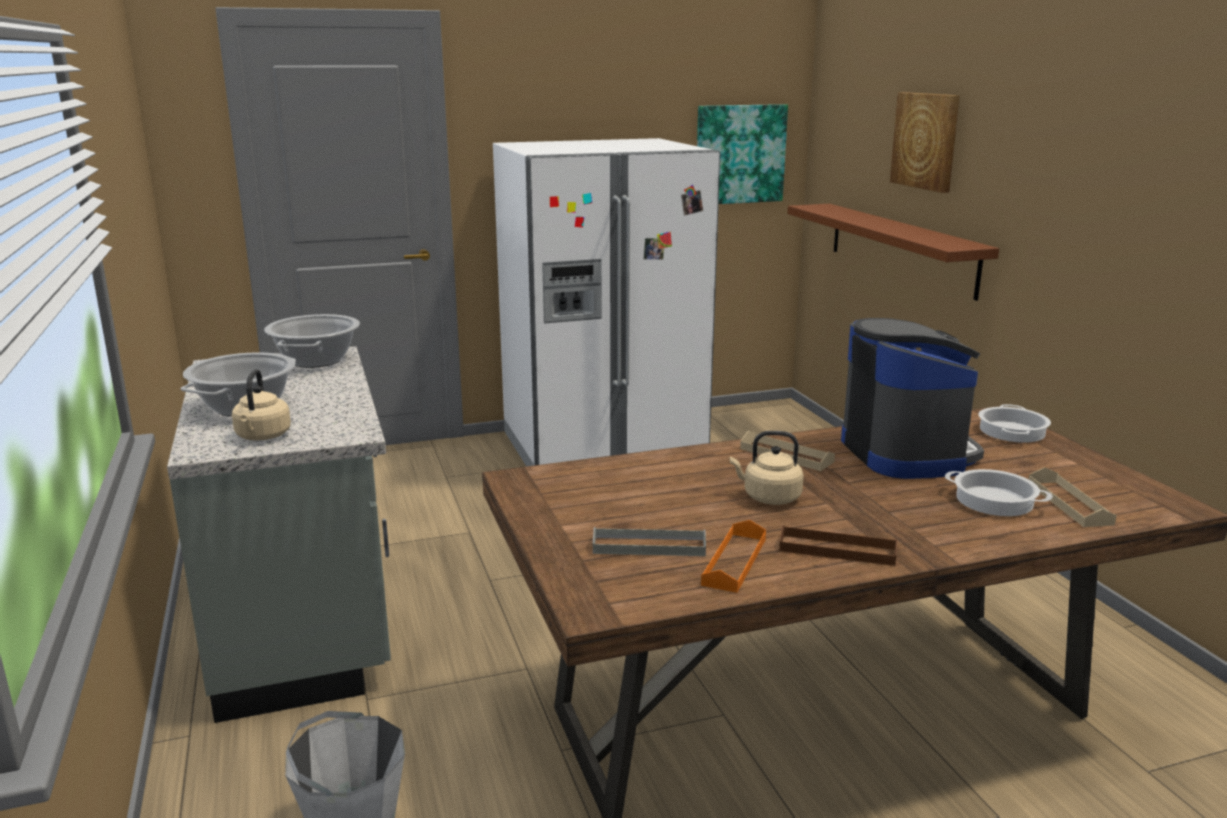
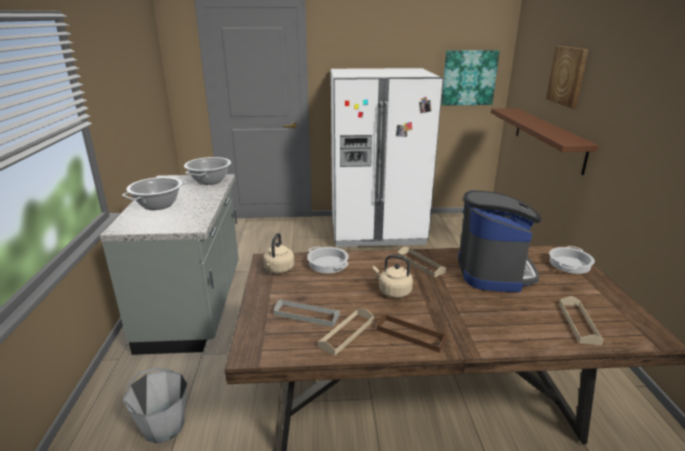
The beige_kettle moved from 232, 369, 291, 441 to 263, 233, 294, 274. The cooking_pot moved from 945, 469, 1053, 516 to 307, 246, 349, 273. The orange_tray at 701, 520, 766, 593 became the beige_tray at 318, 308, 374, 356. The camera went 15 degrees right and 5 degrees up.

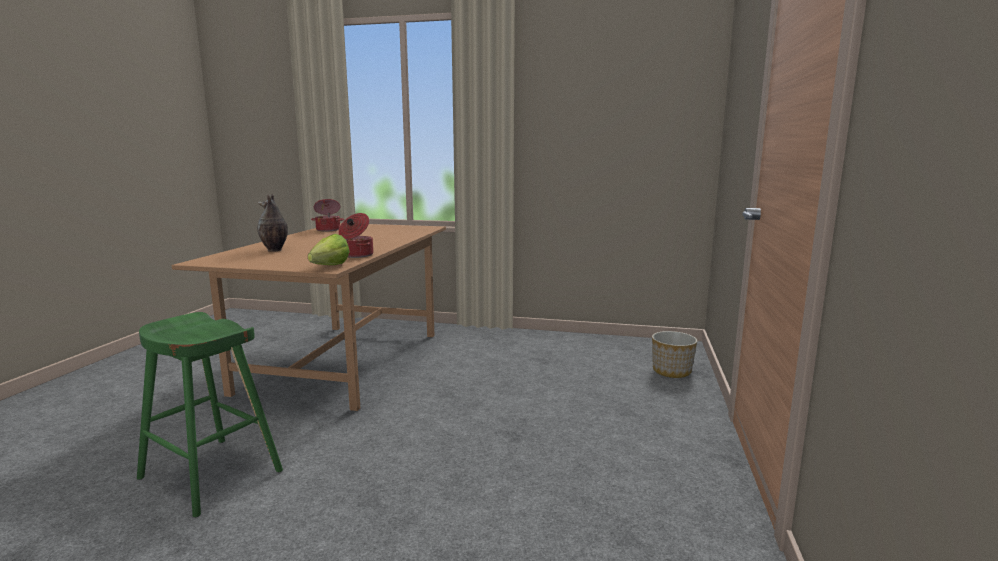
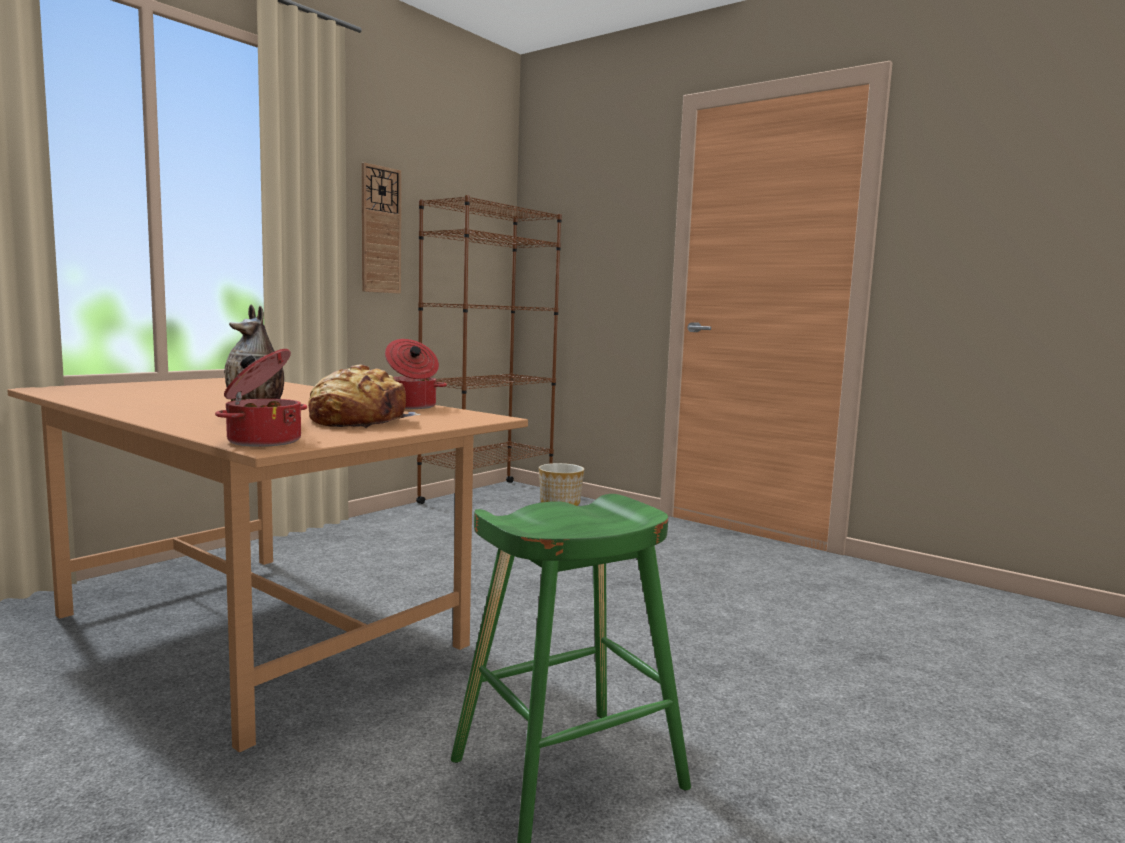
The lettuce at 308, 234, 350, 265 disappeared. The bread at 308, 364, 420, 428 appeared. The wall_clock at 362, 162, 401, 294 appeared. The brown_bookcase at 416, 195, 562, 504 appeared. The cooking_pot moved from 311, 199, 344, 231 to 215, 349, 307, 447. The camera went 65 degrees left and 5 degrees down.

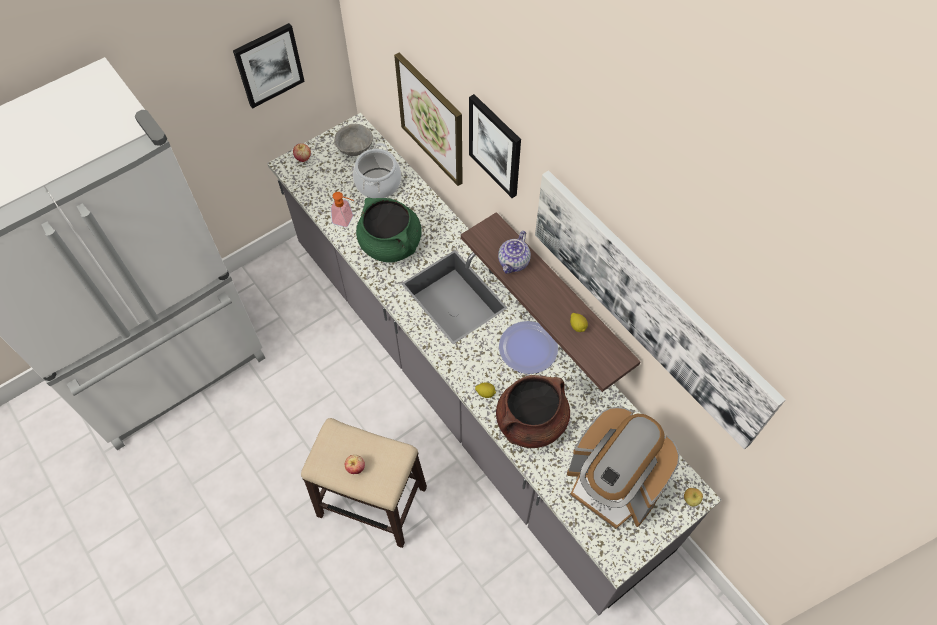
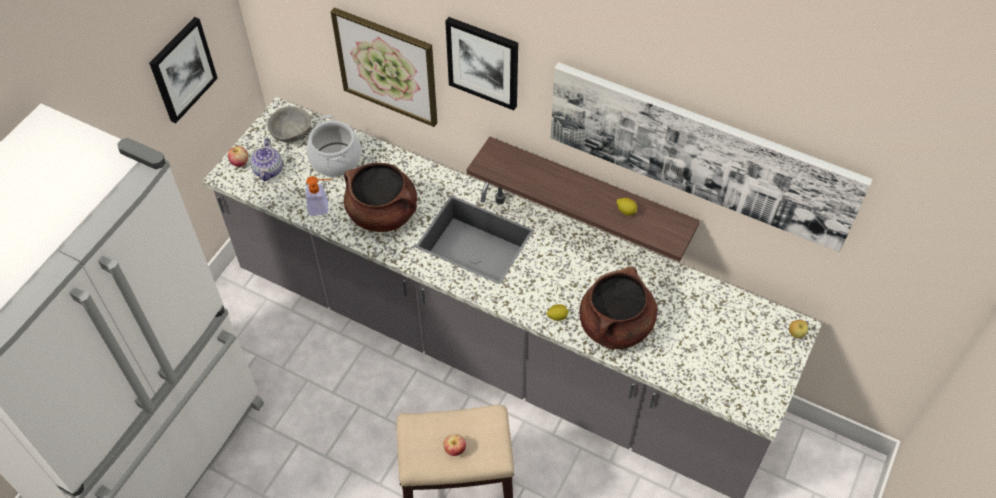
The plate at 499, 321, 558, 374 disappeared. The coffee_machine at 567, 407, 680, 529 disappeared. The teapot moved from 498, 231, 531, 273 to 250, 138, 283, 181. The green_cooking_pot at 356, 198, 422, 263 became the brown_cooking_pot at 344, 163, 417, 232. The camera went 25 degrees left and 5 degrees down.

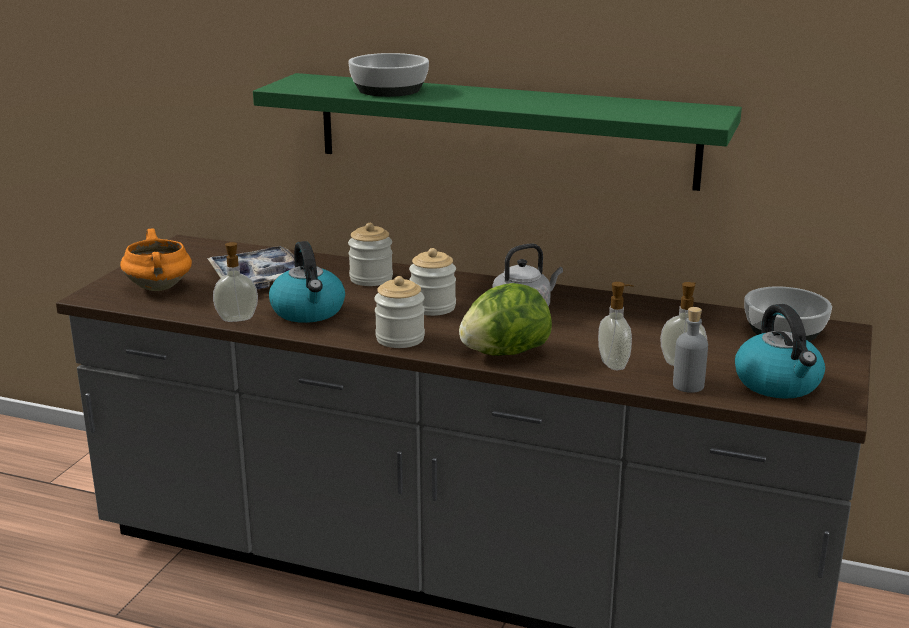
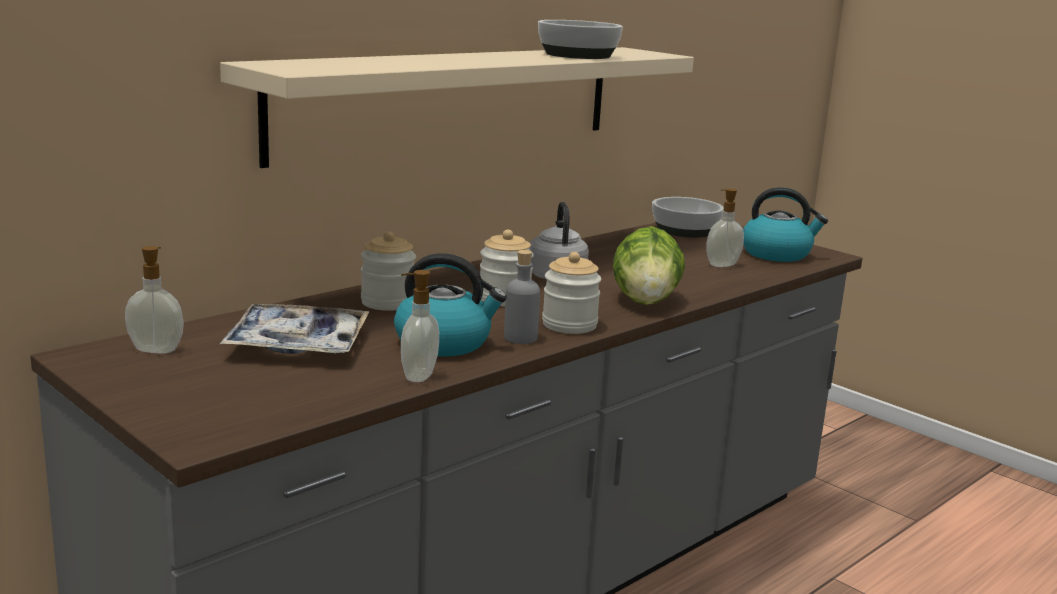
The orange_cooking_pot at 120, 228, 192, 291 disappeared. The bowl moved from 348, 53, 429, 97 to 538, 20, 623, 59. The soap_dispenser moved from 598, 282, 634, 370 to 125, 246, 184, 354. The grey_bottle moved from 673, 307, 708, 393 to 504, 250, 540, 344. The green_shelf at 253, 73, 742, 191 became the beige_shelf at 220, 47, 694, 168. The camera went 65 degrees left and 5 degrees down.

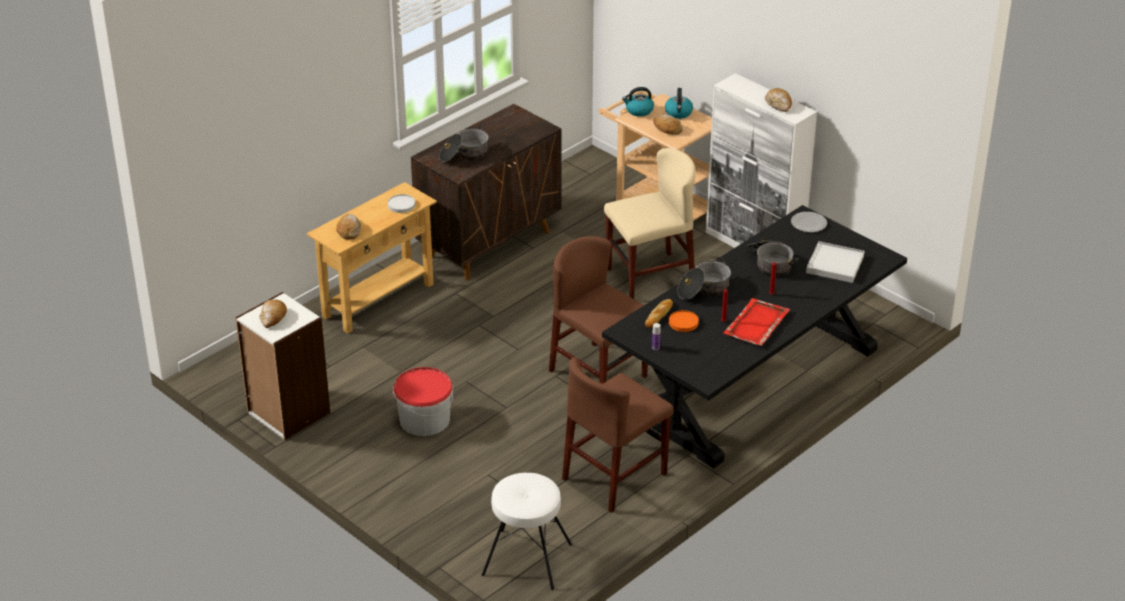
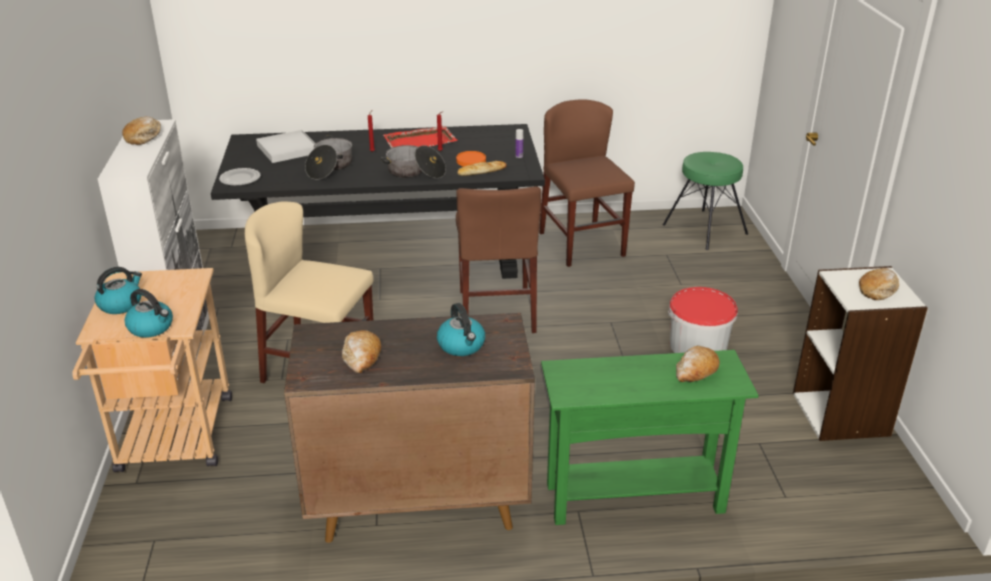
The white_plate at 388, 194, 415, 213 disappeared. The bread moved from 653, 114, 683, 135 to 342, 330, 381, 373. The cooking_pot at 439, 125, 489, 162 was replaced by the kettle at 437, 303, 485, 356. The beige_console_table at 307, 182, 437, 334 became the green_console_table at 541, 350, 759, 525. The white_stool at 482, 473, 572, 590 became the green_stool at 663, 152, 748, 250. The brown_chair at 562, 357, 674, 513 turned 105 degrees counterclockwise. The camera went 140 degrees left and 5 degrees down.

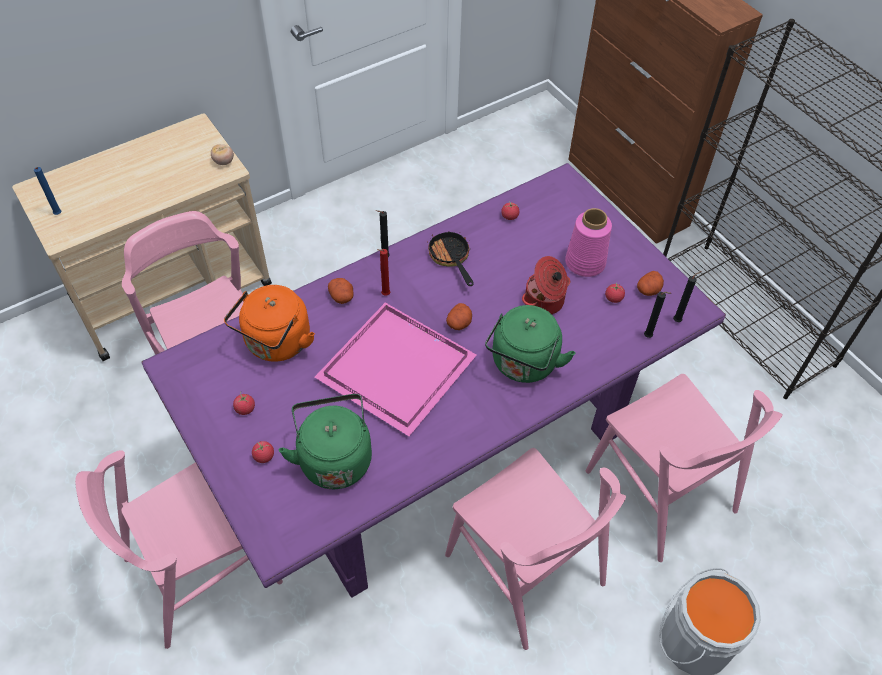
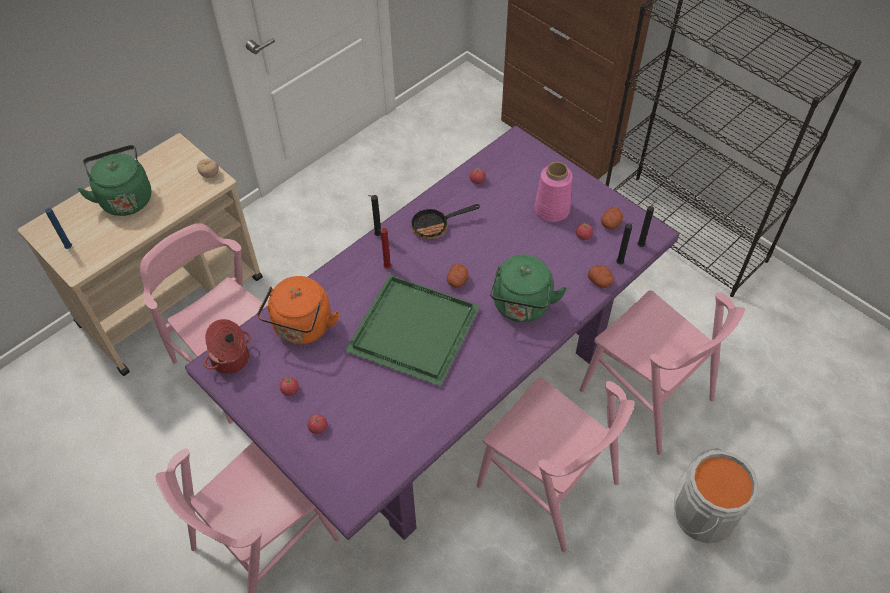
The green_kettle moved from 279, 394, 372, 489 to 77, 145, 151, 216. The potato moved from 328, 278, 354, 304 to 588, 265, 614, 288. The cooking_pot moved from 522, 256, 570, 314 to 204, 319, 251, 374. The pink_tray at 315, 303, 477, 436 became the green_tray at 345, 275, 480, 386. The frying_pan at 427, 231, 474, 286 turned 75 degrees counterclockwise. The camera went 10 degrees left and 0 degrees up.

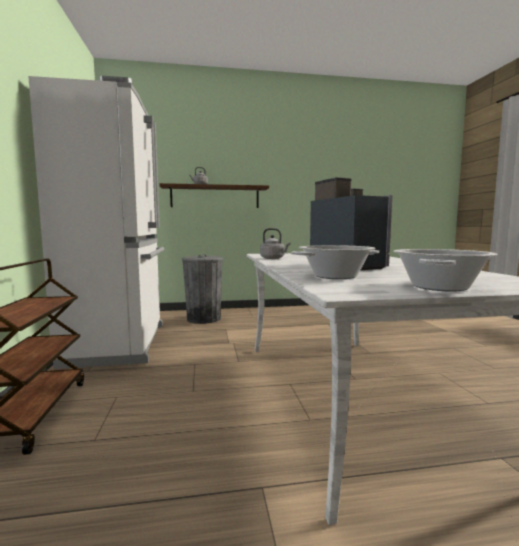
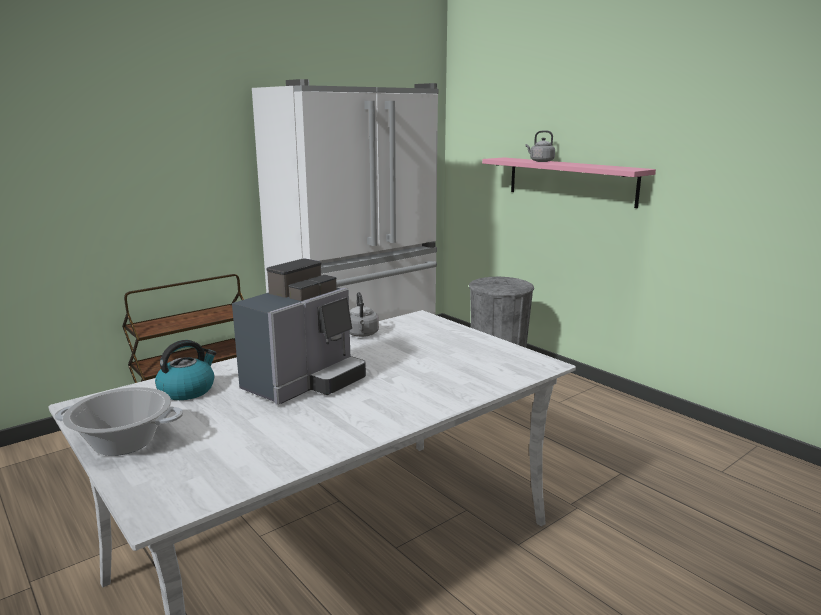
The cooking_pot at 291, 245, 379, 279 was replaced by the kettle at 155, 340, 216, 400. The brown_shelf at 160, 183, 269, 208 became the pink_shelf at 482, 157, 656, 208. The camera went 60 degrees right and 10 degrees up.

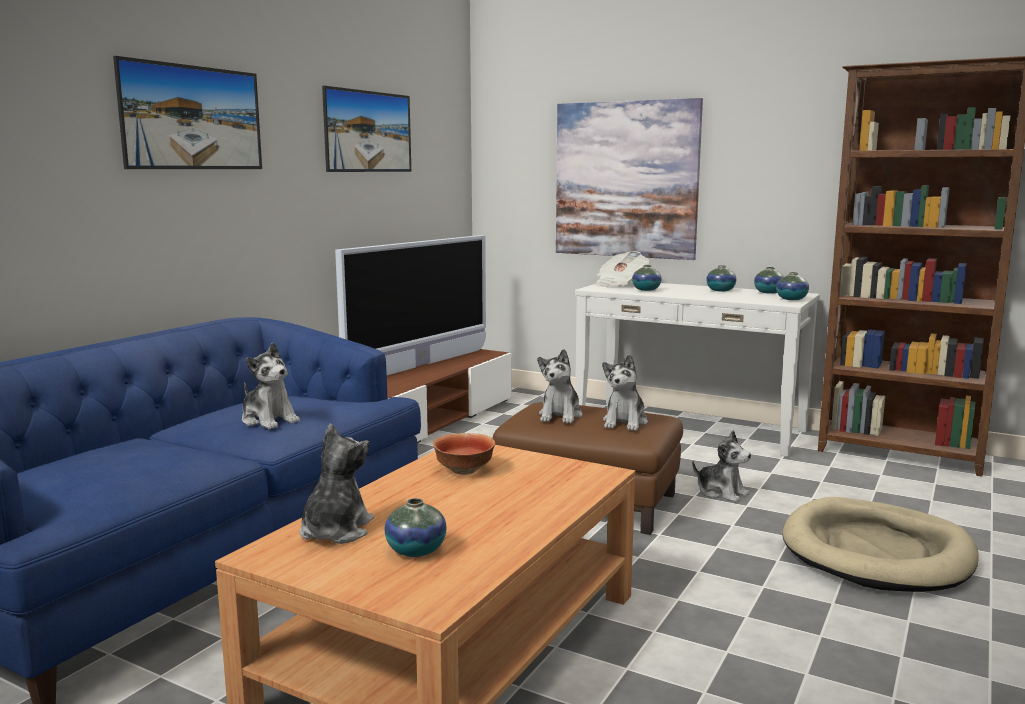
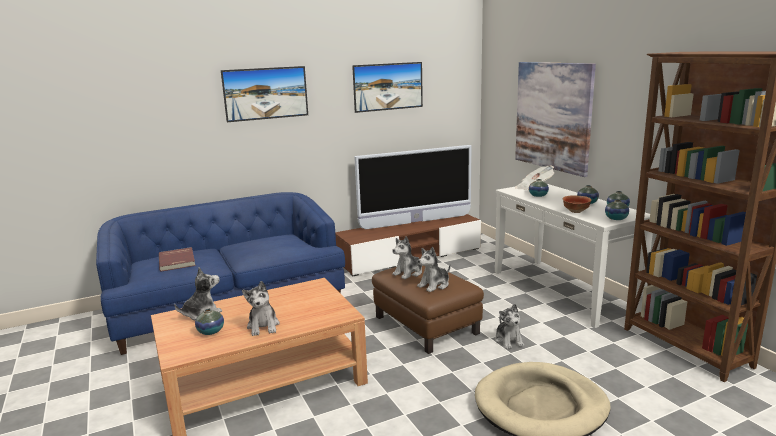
The red_book at 159, 247, 195, 271 appeared. The plush_toy moved from 242, 342, 300, 429 to 242, 281, 280, 336. The bowl moved from 433, 433, 495, 475 to 563, 195, 592, 213. The camera went 35 degrees right and 5 degrees up.

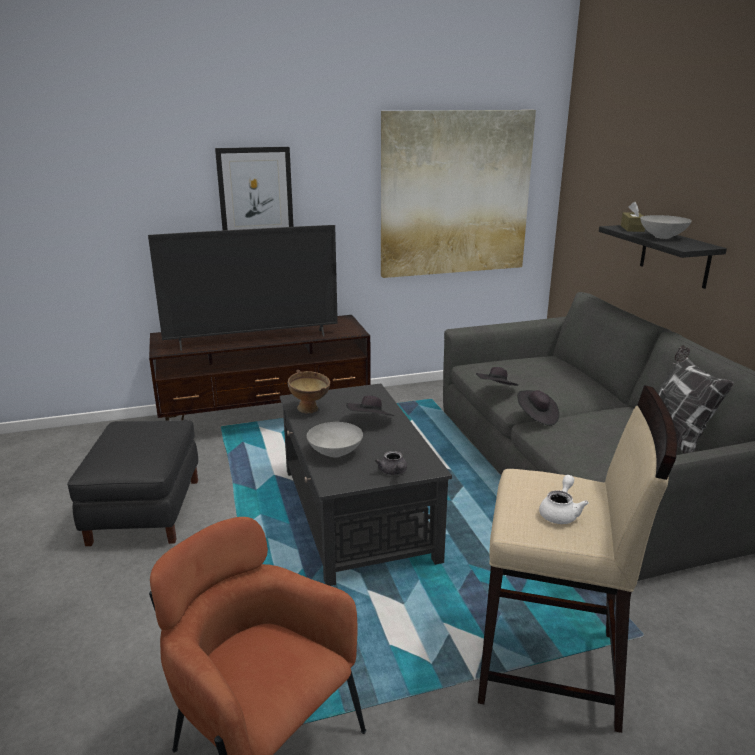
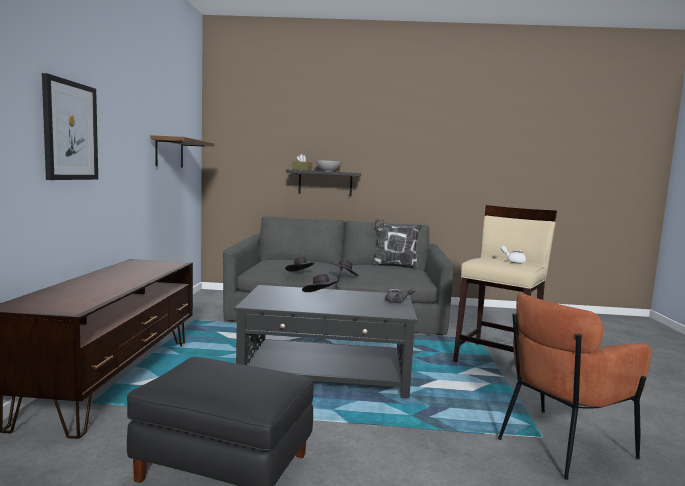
The television at 148, 225, 338, 351 disappeared. The brown_bowl at 288, 370, 330, 413 disappeared. The grey_bowl at 307, 422, 363, 457 disappeared. The picture at 381, 110, 536, 278 was replaced by the brown_shelf at 150, 135, 214, 167. The camera went 70 degrees left and 15 degrees down.

